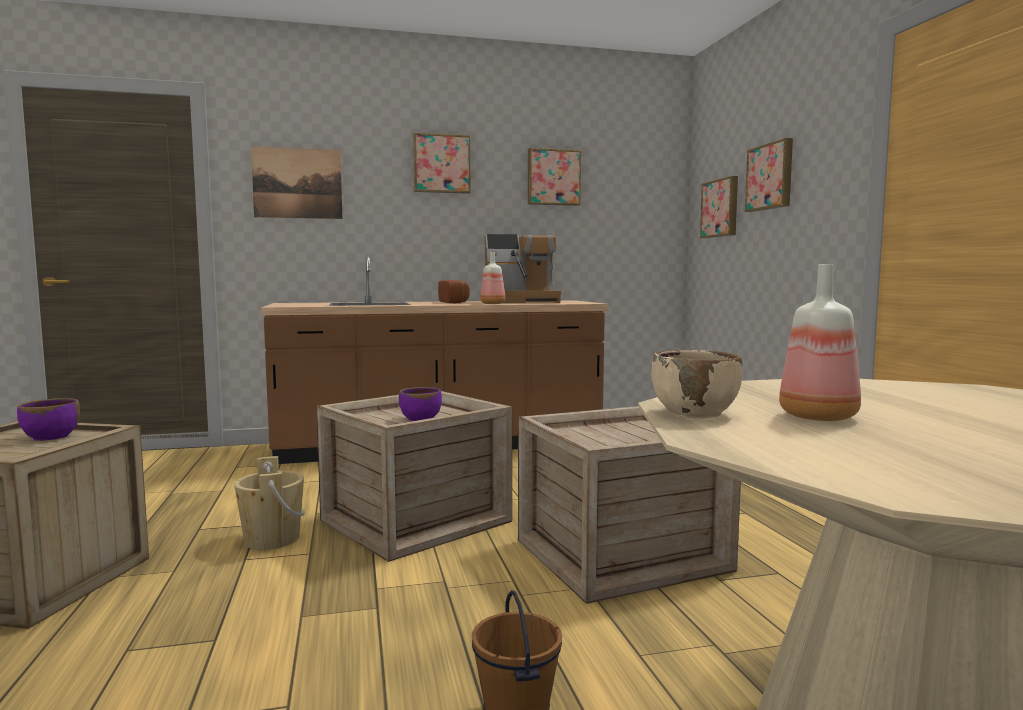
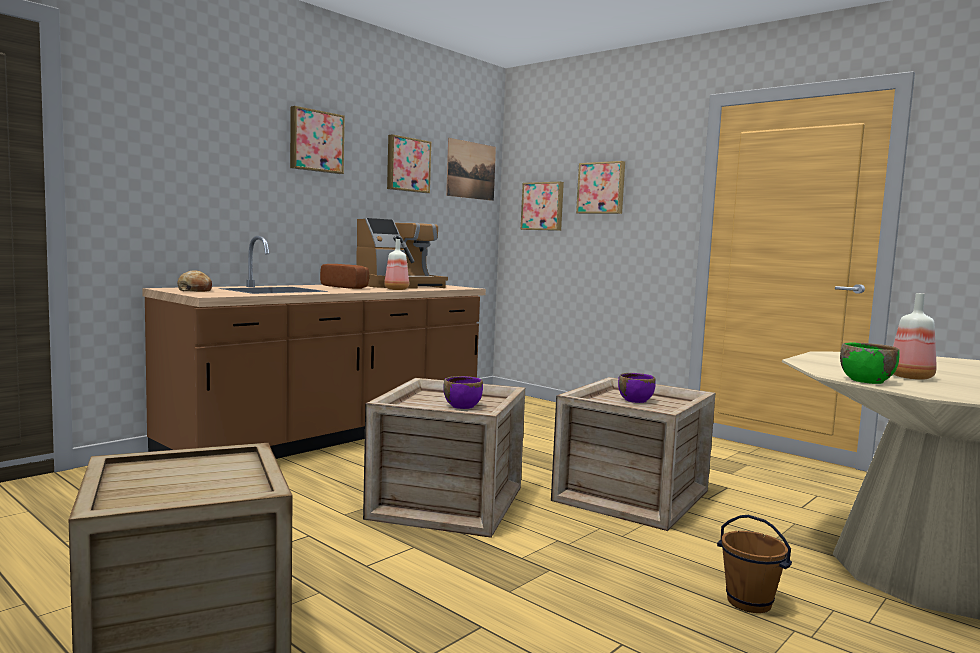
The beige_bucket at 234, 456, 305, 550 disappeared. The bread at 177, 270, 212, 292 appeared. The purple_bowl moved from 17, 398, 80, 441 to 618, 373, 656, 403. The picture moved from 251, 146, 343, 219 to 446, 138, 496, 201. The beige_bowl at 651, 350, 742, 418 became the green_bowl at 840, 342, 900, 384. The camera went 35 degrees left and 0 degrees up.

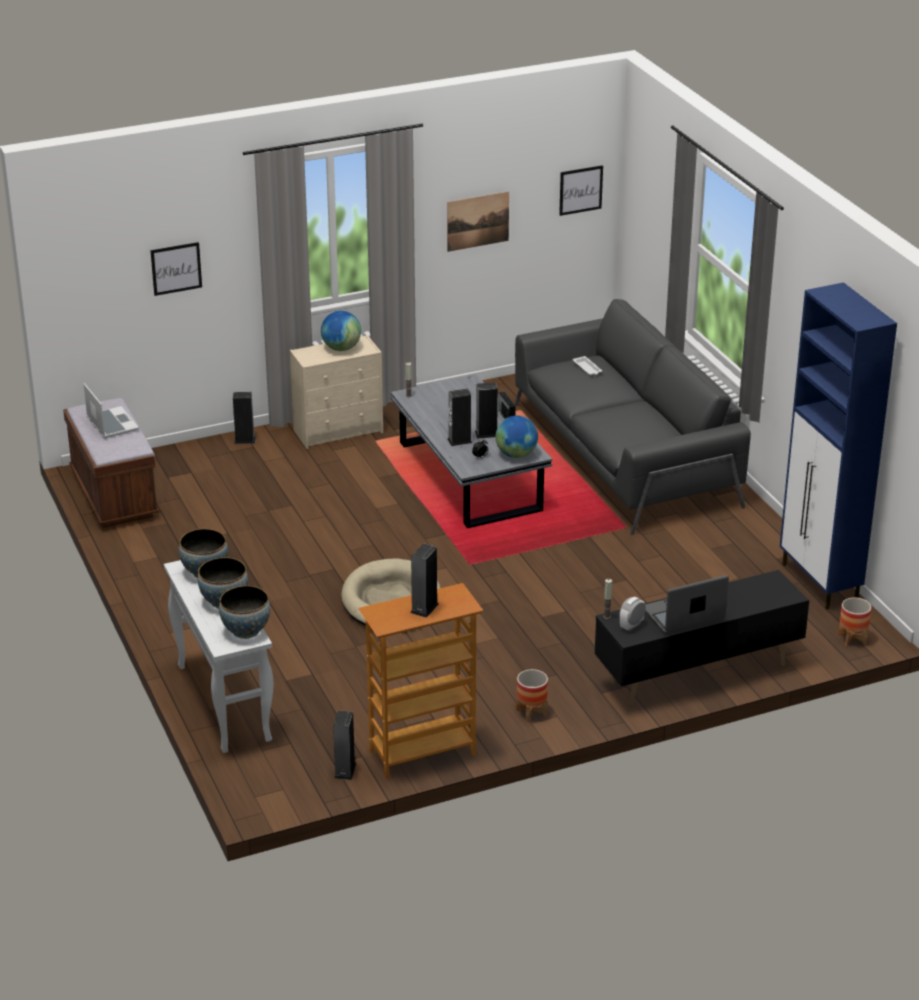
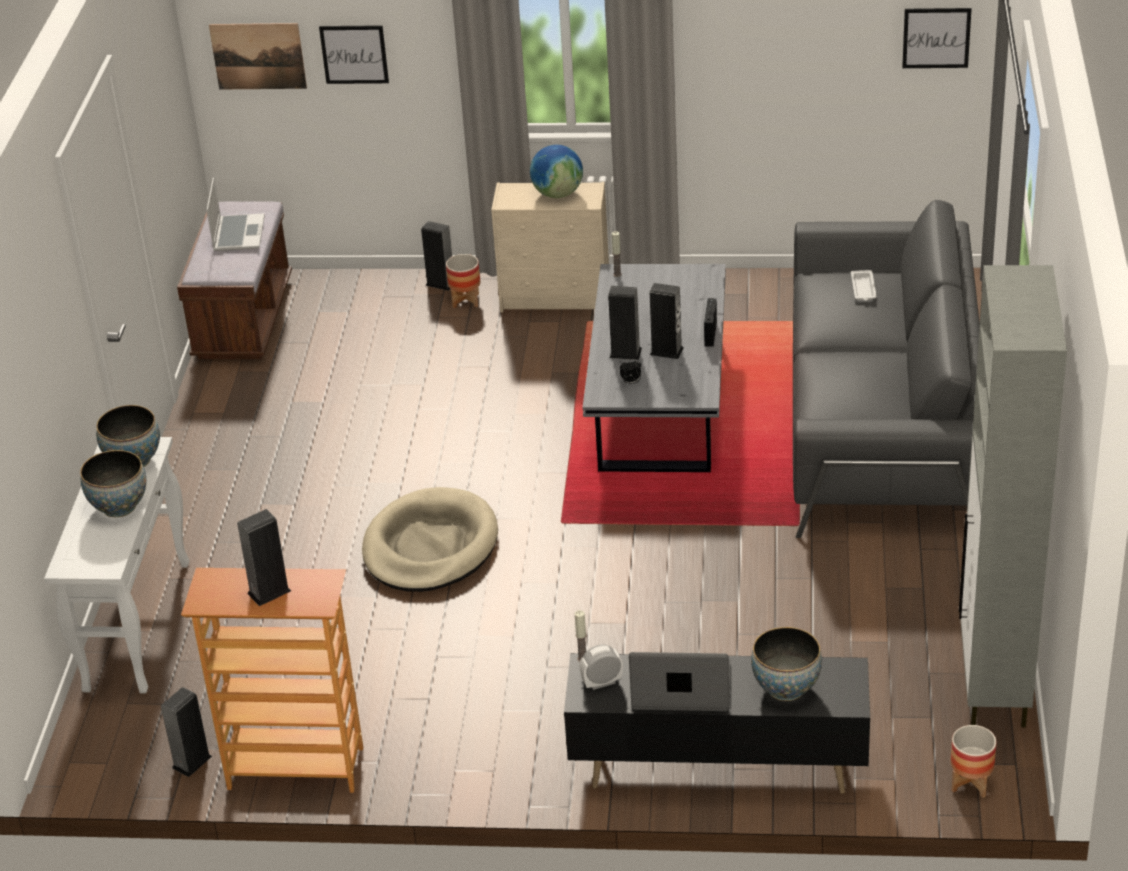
The globe at 496, 415, 538, 458 disappeared. The bowl moved from 219, 586, 270, 639 to 751, 627, 822, 701. The picture moved from 447, 191, 509, 252 to 209, 23, 307, 90. The planter moved from 516, 669, 548, 722 to 446, 254, 480, 308. The blue_cabinet at 780, 282, 897, 609 became the grey_cabinet at 959, 265, 1067, 727. The camera went 30 degrees right and 5 degrees up.

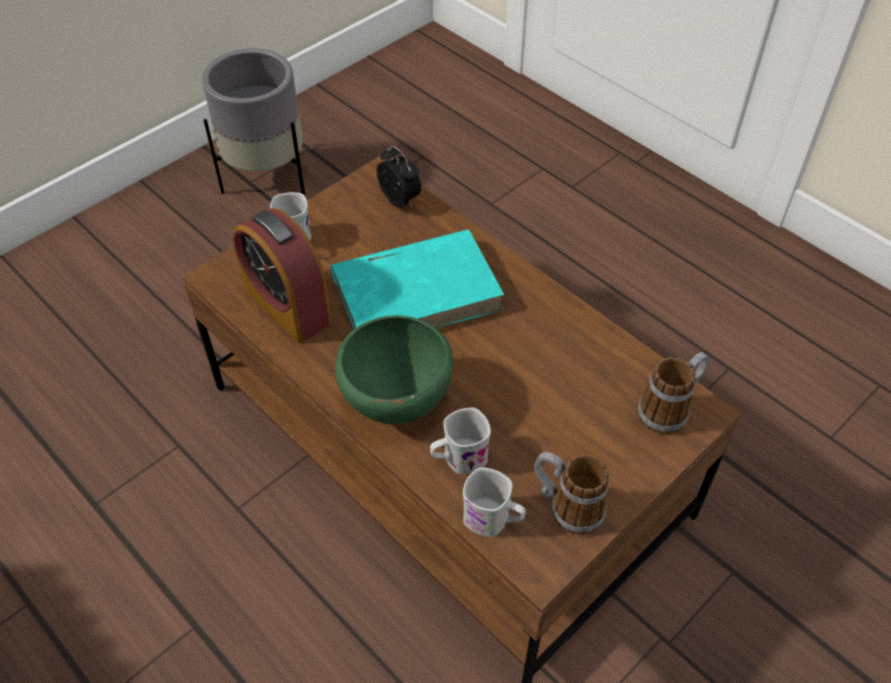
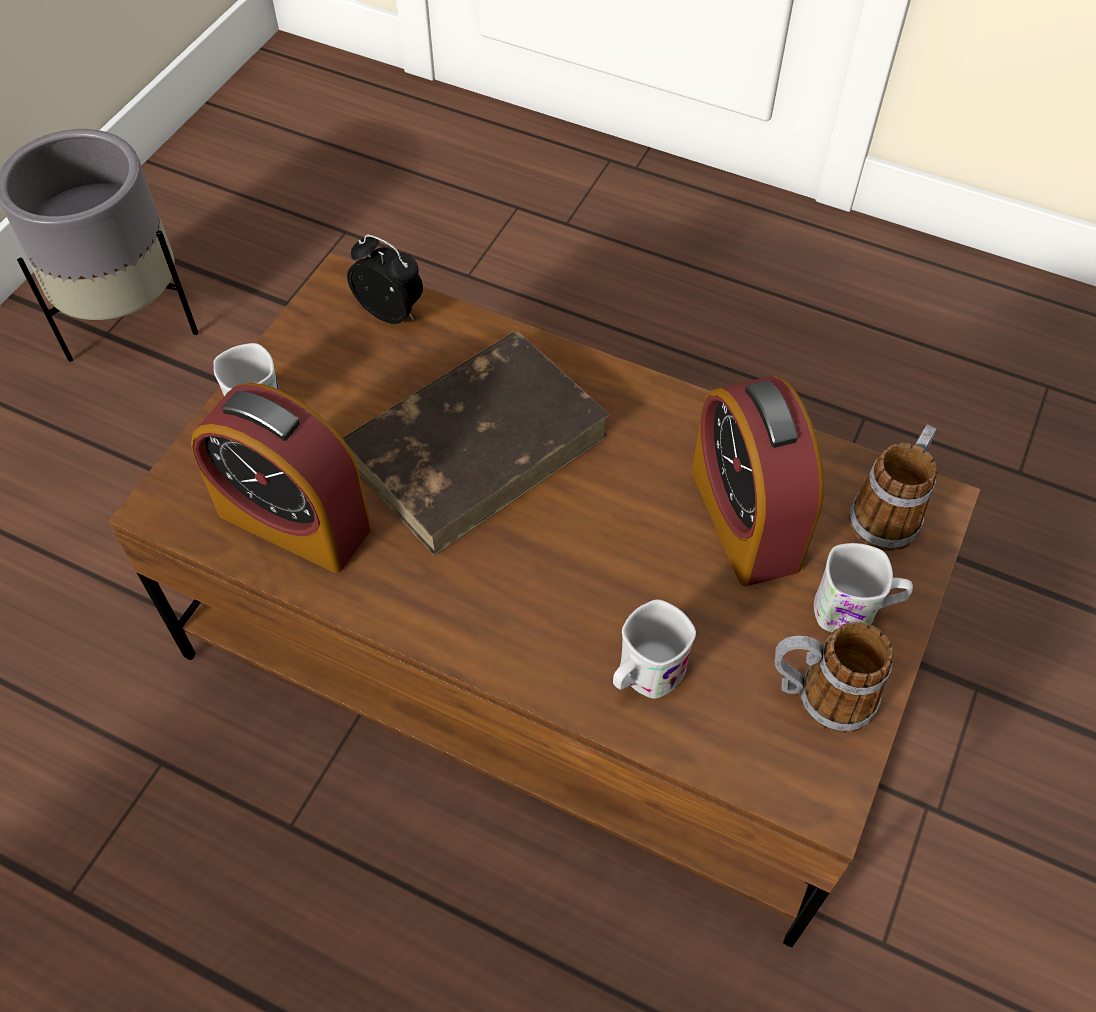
The green_bowl at 335, 315, 453, 424 disappeared. The alarm_clock at 691, 376, 824, 586 appeared. The white_mug moved from 463, 467, 526, 537 to 814, 543, 913, 633. The turquoise_book at 331, 229, 504, 330 became the brown_book at 343, 331, 610, 556. The camera went 20 degrees left and 5 degrees up.

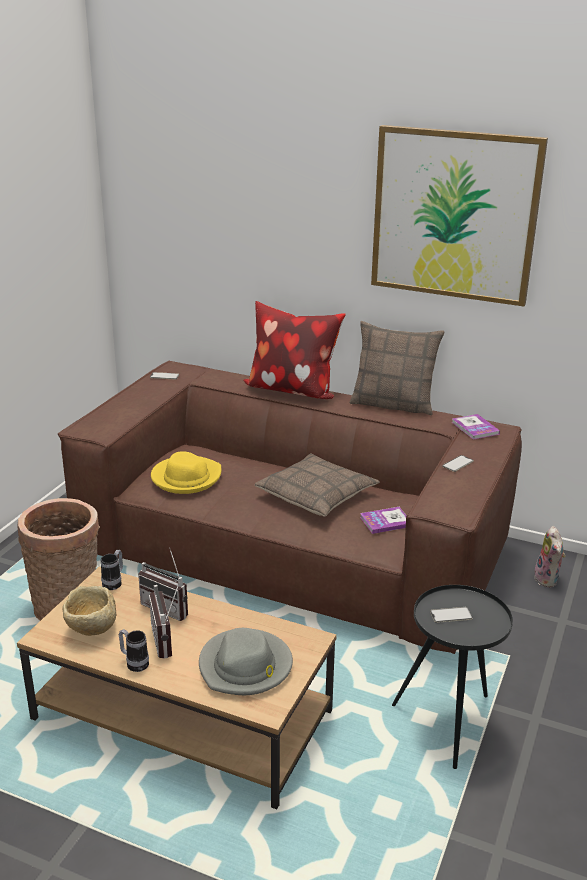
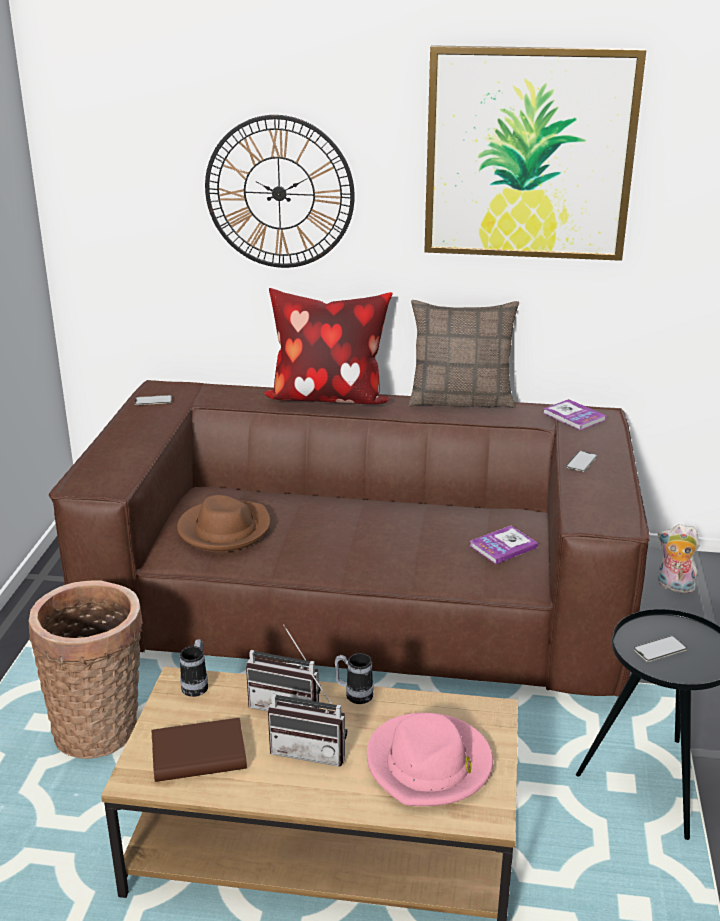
The pillow at 255, 454, 380, 517 disappeared. The wall_clock at 205, 115, 355, 268 appeared. The mug moved from 119, 629, 149, 672 to 335, 653, 374, 704. The beige_bowl at 63, 586, 117, 636 was replaced by the brown_book at 152, 718, 247, 782. The yellow_hat at 151, 451, 221, 494 became the brown_hat at 177, 495, 271, 552. The grey_hat at 199, 628, 293, 695 became the pink_hat at 367, 713, 493, 806. The radio at 149, 582, 180, 659 turned 45 degrees counterclockwise. The plush_toy at 534, 526, 566, 587 turned 135 degrees clockwise. The camera went 15 degrees left and 0 degrees up.

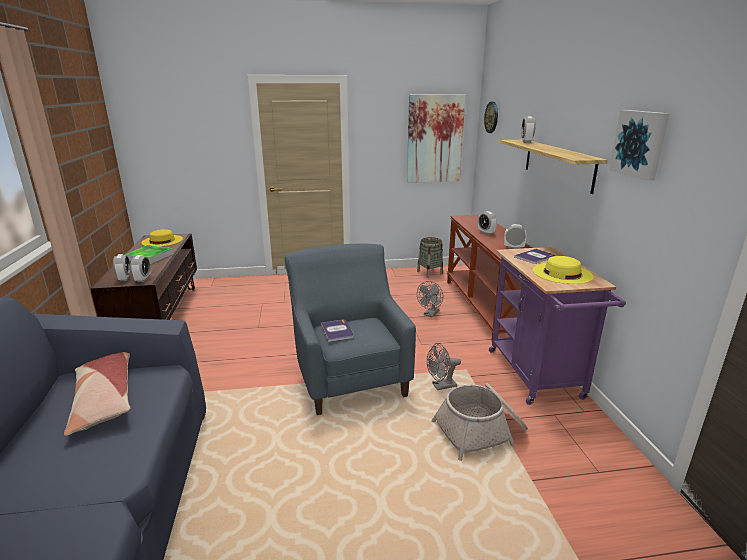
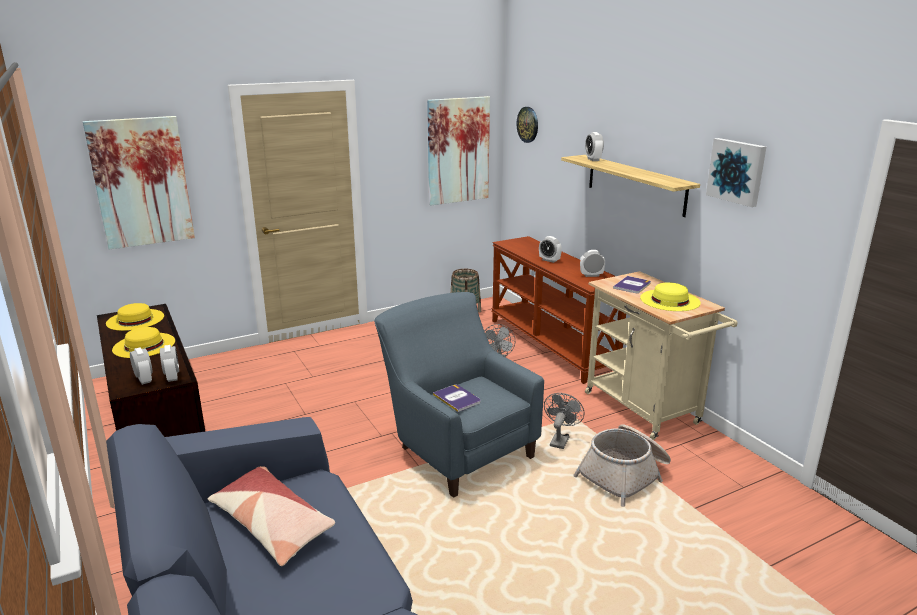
The picture at 83, 116, 195, 249 appeared. The tray at 124, 245, 173, 264 was replaced by the yellow_hat at 112, 327, 175, 358. The purple_cart at 489, 247, 626, 405 became the beige_cart at 585, 271, 737, 440. The grey_fan at 427, 343, 461, 390 turned 150 degrees clockwise. The camera went 20 degrees left and 0 degrees up.

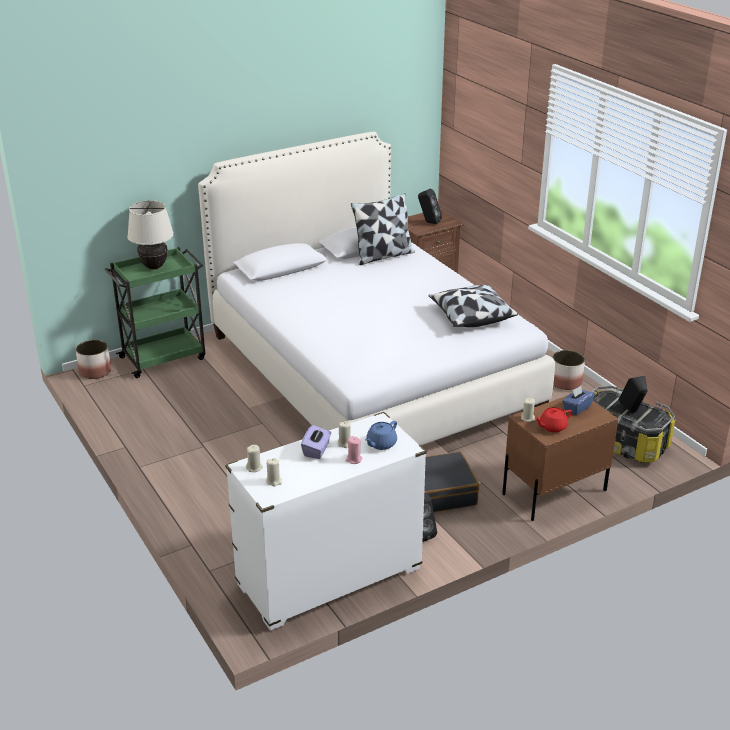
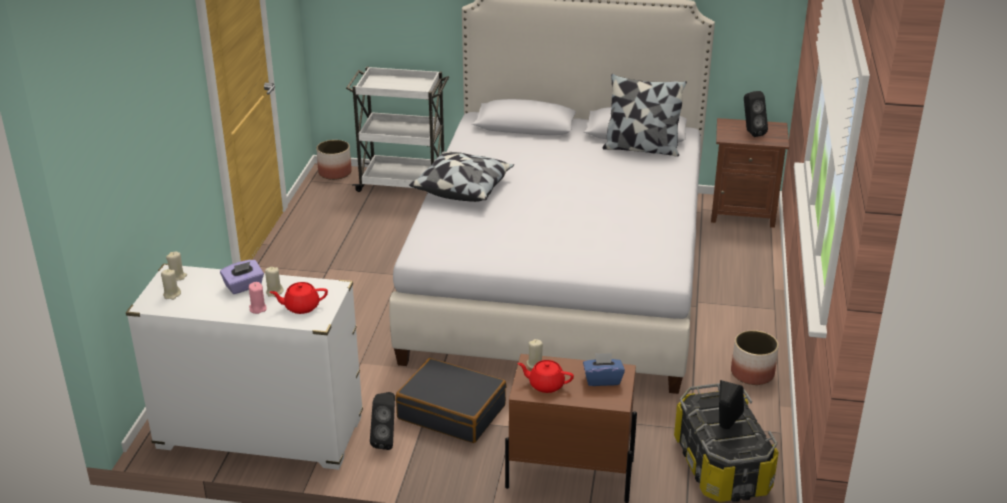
The beige_table_lamp at 127, 201, 174, 270 disappeared. The pillow moved from 428, 285, 518, 327 to 409, 151, 514, 202. The green_cart at 104, 247, 205, 378 became the white_cart at 346, 66, 449, 193. The blue_teapot at 365, 421, 397, 450 became the red_teapot at 270, 282, 328, 314. The camera went 40 degrees right and 0 degrees up.

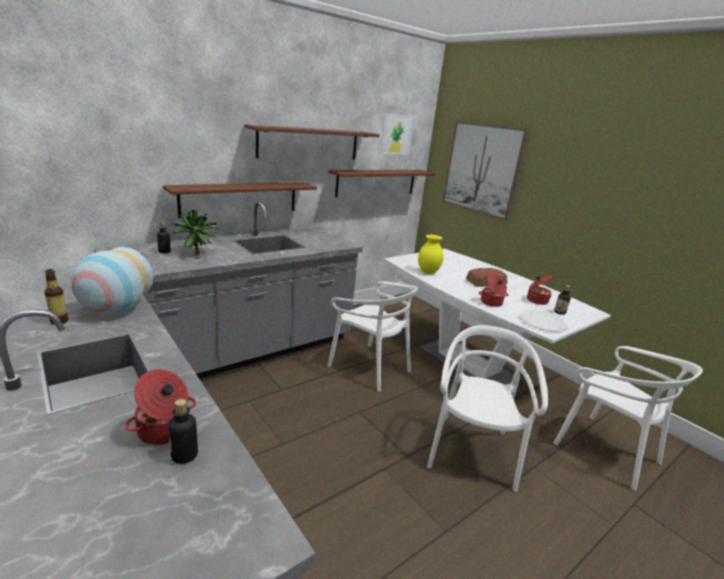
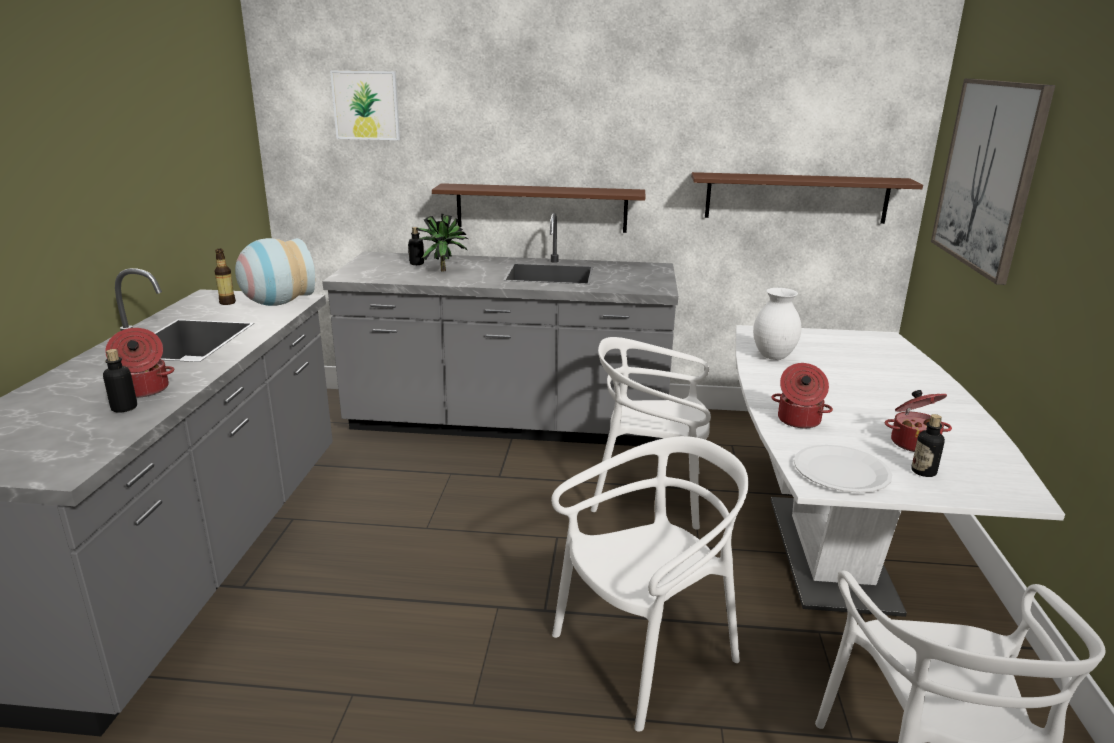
The brown_shelf at 245, 124, 379, 160 disappeared. The bread at 466, 268, 507, 287 disappeared. The picture moved from 380, 113, 414, 154 to 330, 70, 400, 140. The yellow_vase at 418, 235, 444, 274 became the white_vase at 753, 288, 801, 360. The white_chair at 327, 282, 418, 391 turned 105 degrees clockwise. The camera went 45 degrees right and 0 degrees up.

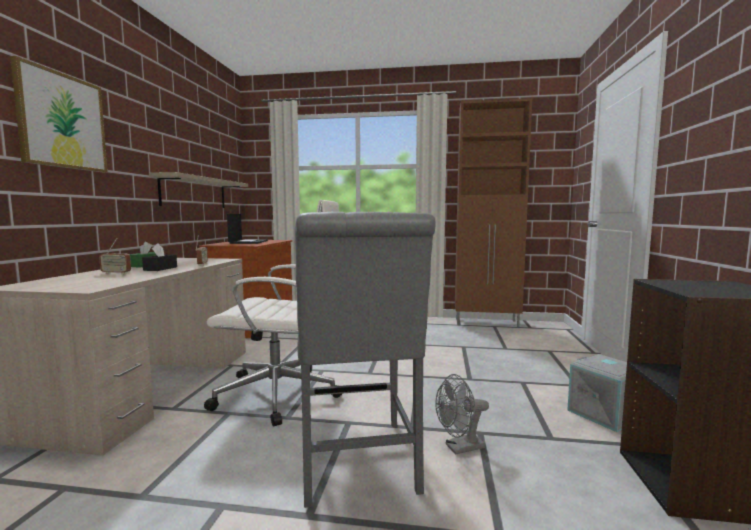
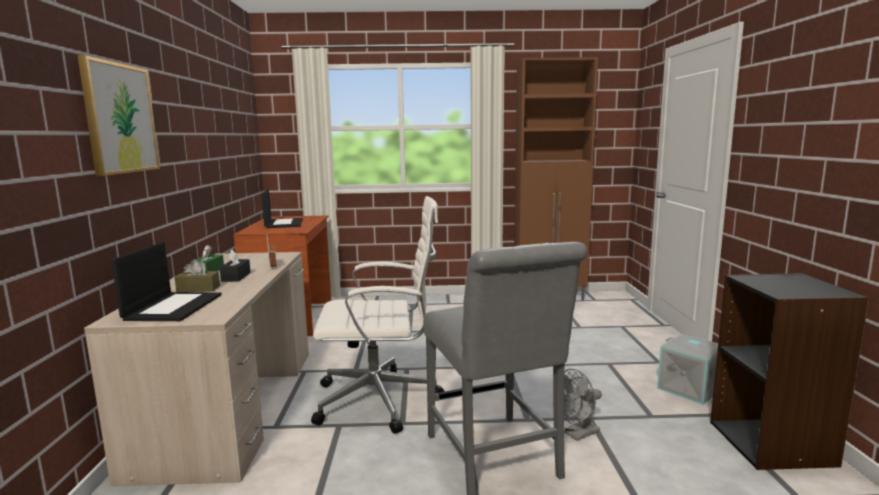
The shelf at 149, 172, 248, 208 disappeared. The laptop at 111, 242, 222, 321 appeared. The radio at 99, 238, 131, 274 was replaced by the brown_tissue_box at 175, 259, 220, 292. The camera went 10 degrees left and 5 degrees up.

